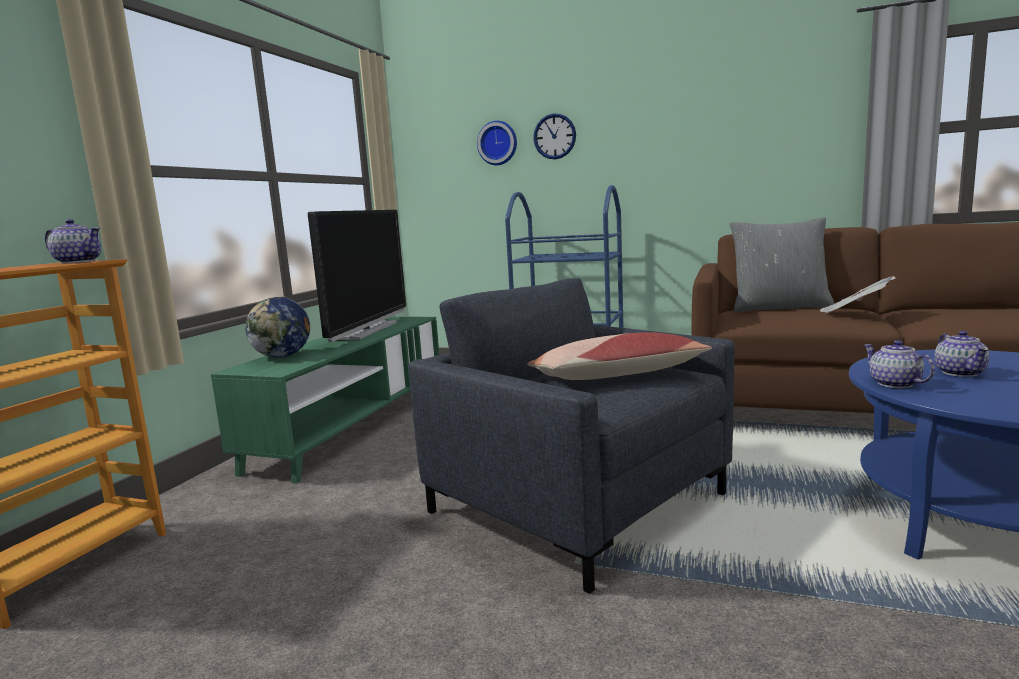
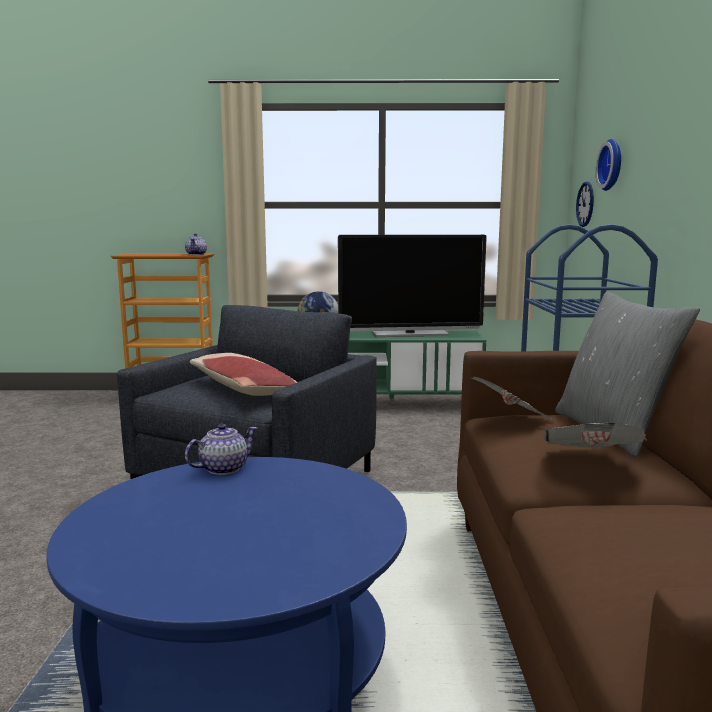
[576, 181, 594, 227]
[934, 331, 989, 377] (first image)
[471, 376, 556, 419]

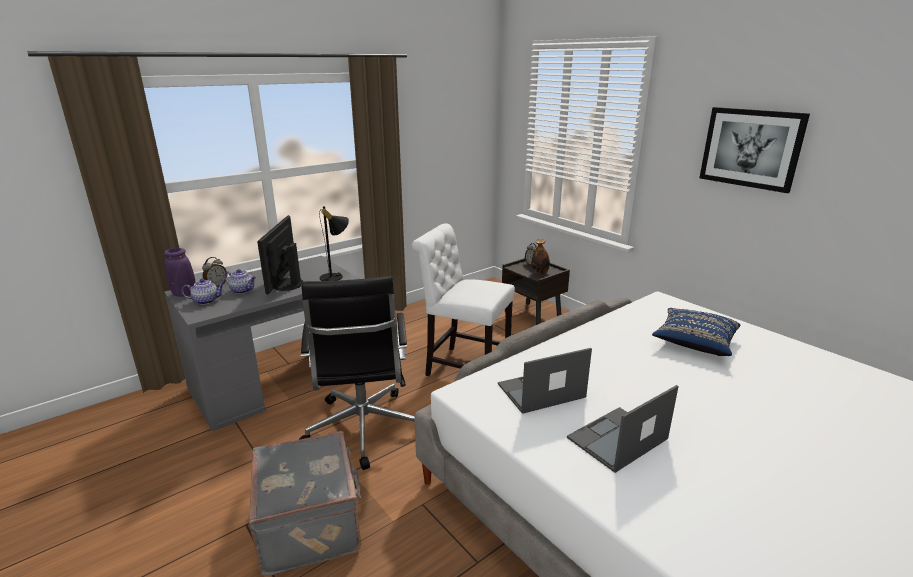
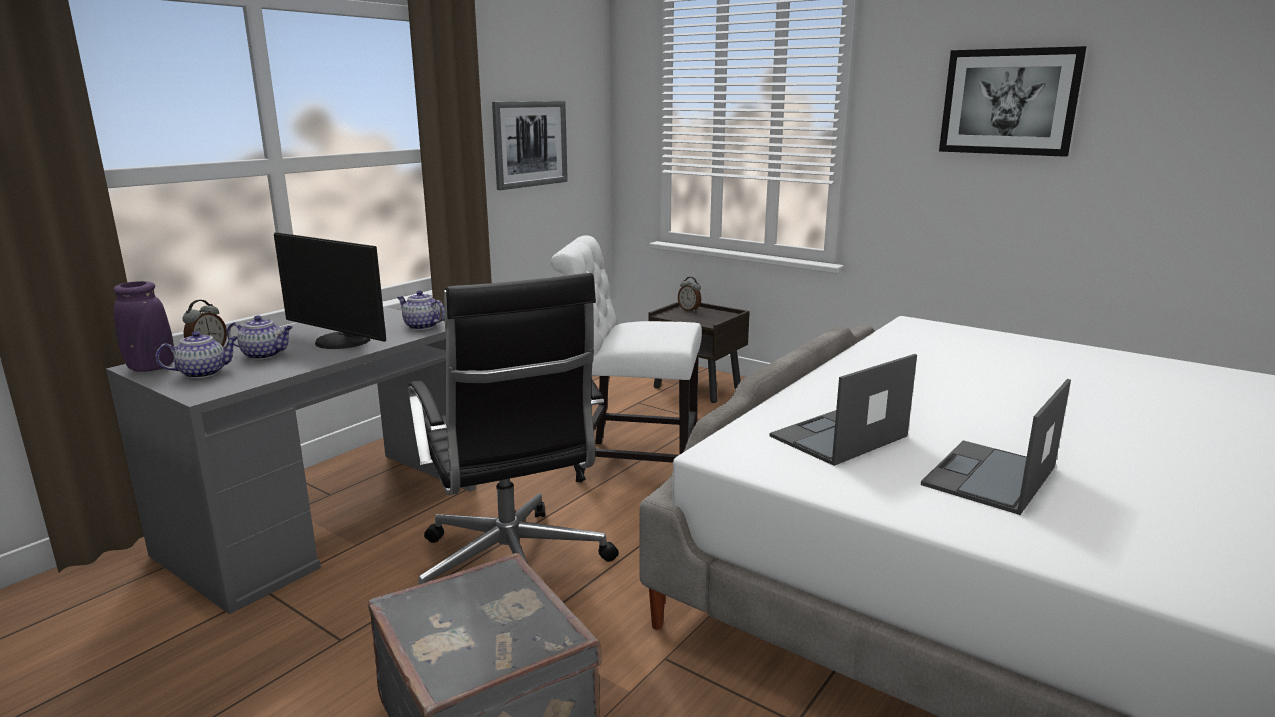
[397, 291, 445, 330]
[274, 232, 386, 349]
[532, 239, 550, 275] (first image)
[652, 308, 740, 356] (first image)
[492, 101, 568, 190]

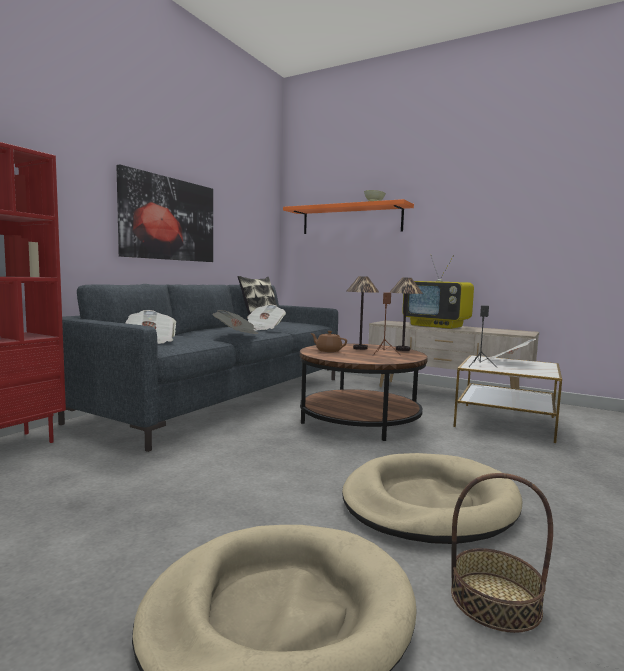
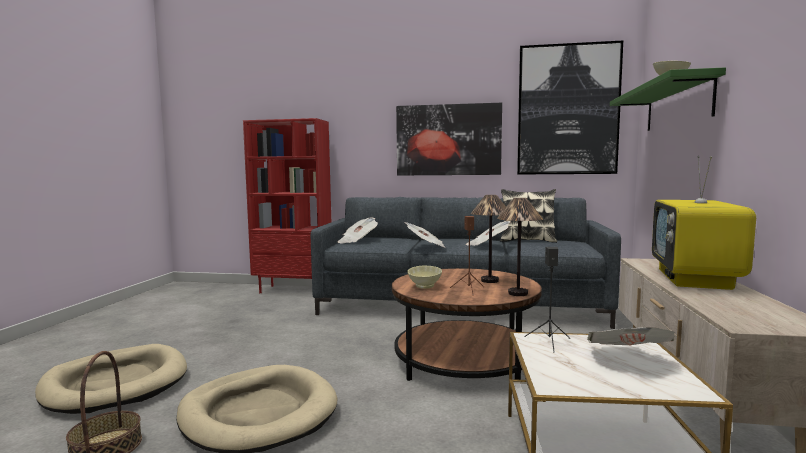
[610, 67, 726, 131]
[310, 331, 347, 352] (first image)
[517, 41, 623, 174]
[407, 266, 442, 289]

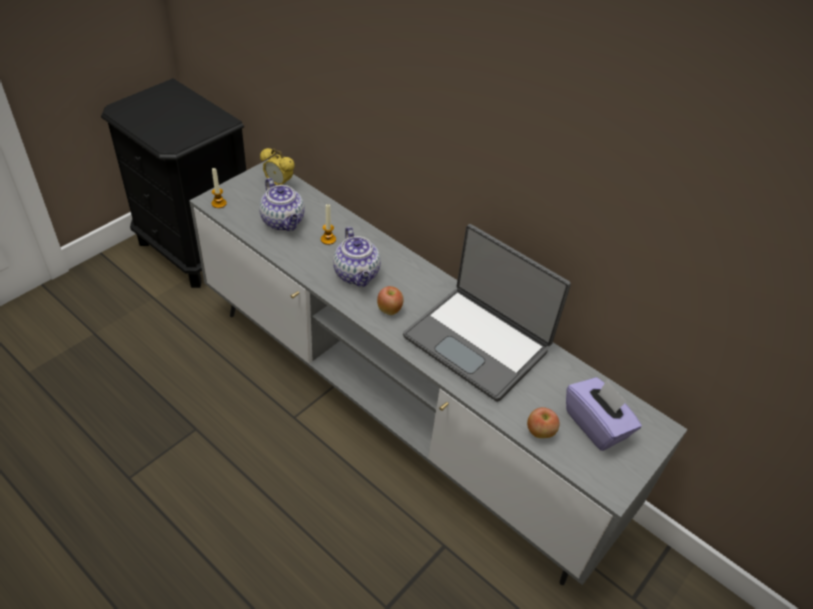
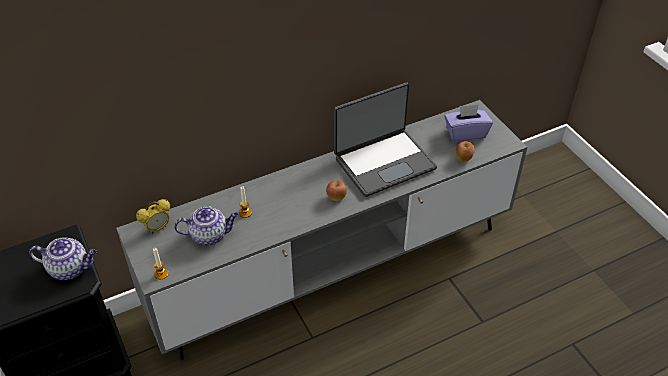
[29, 237, 97, 280]

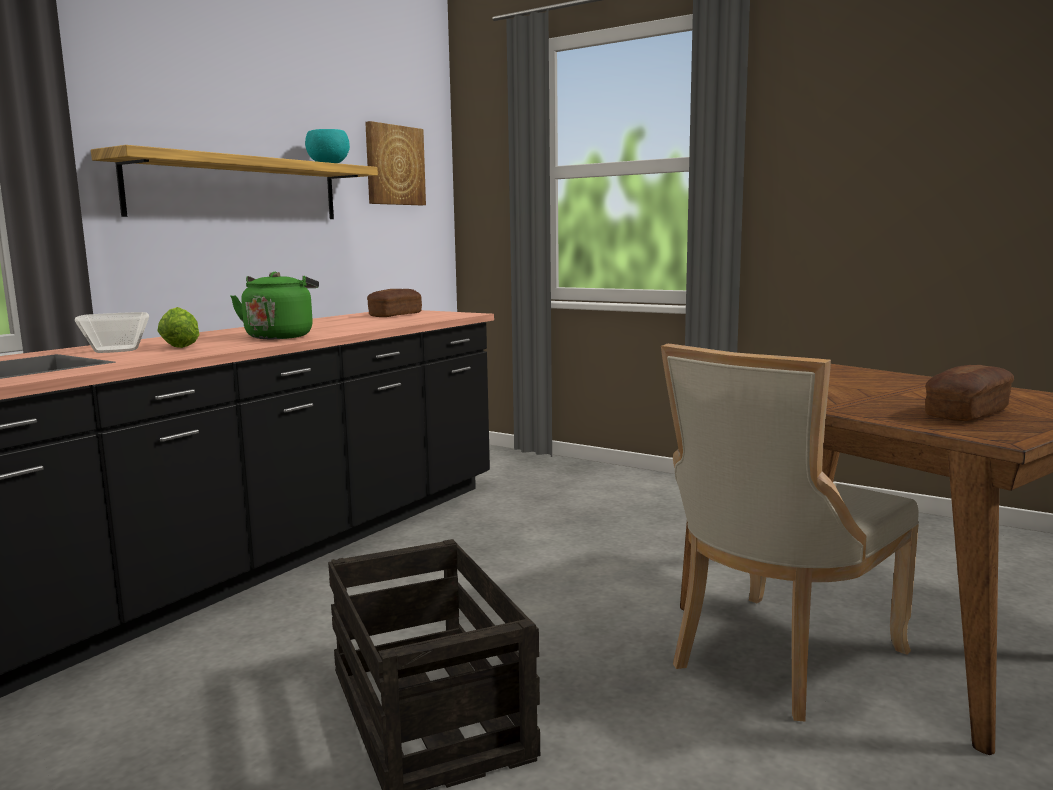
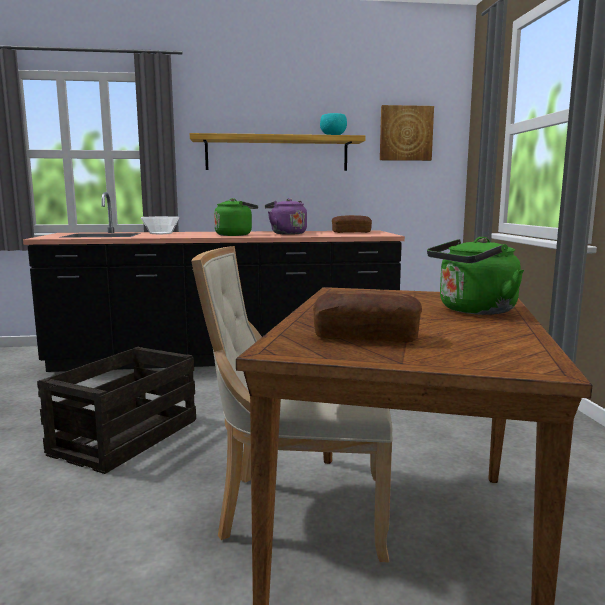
[157, 307, 200, 348] (first image)
[265, 198, 307, 235]
[427, 237, 524, 315]

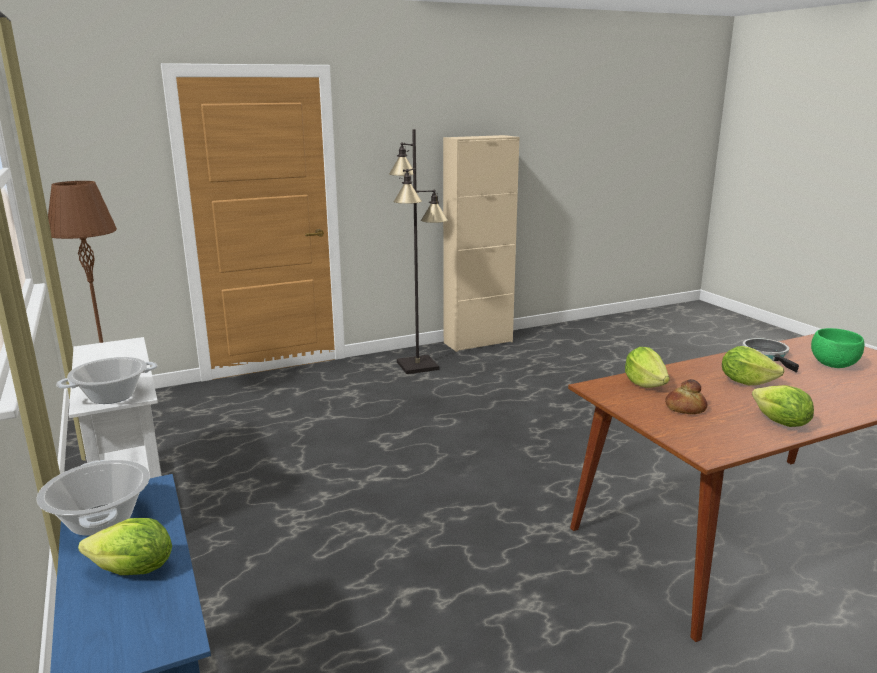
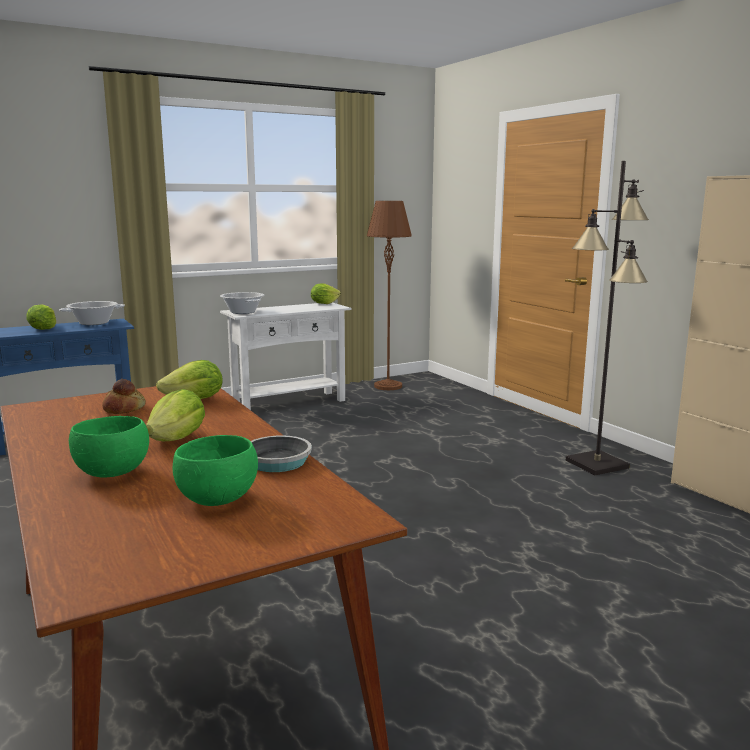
[311, 284, 341, 304]
[69, 416, 149, 478]

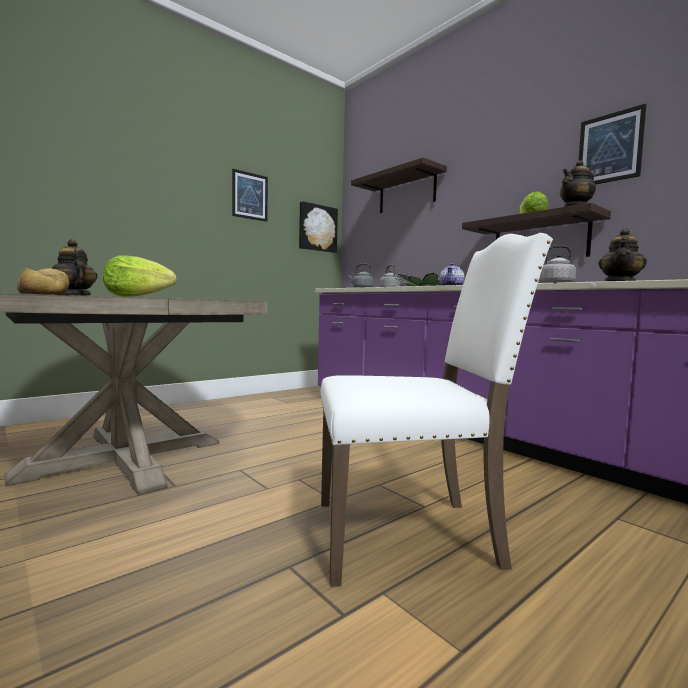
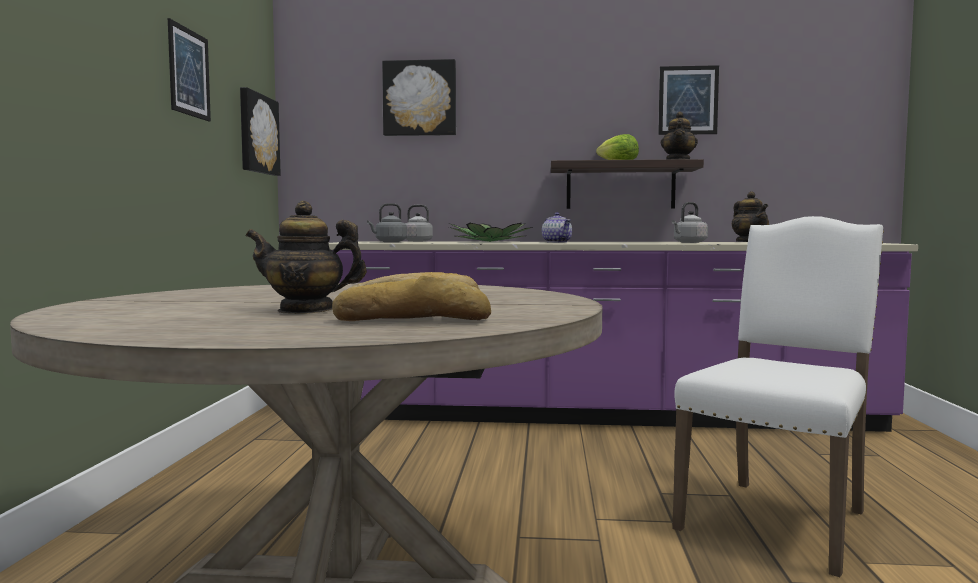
[382, 59, 456, 136]
[103, 255, 176, 297] (first image)

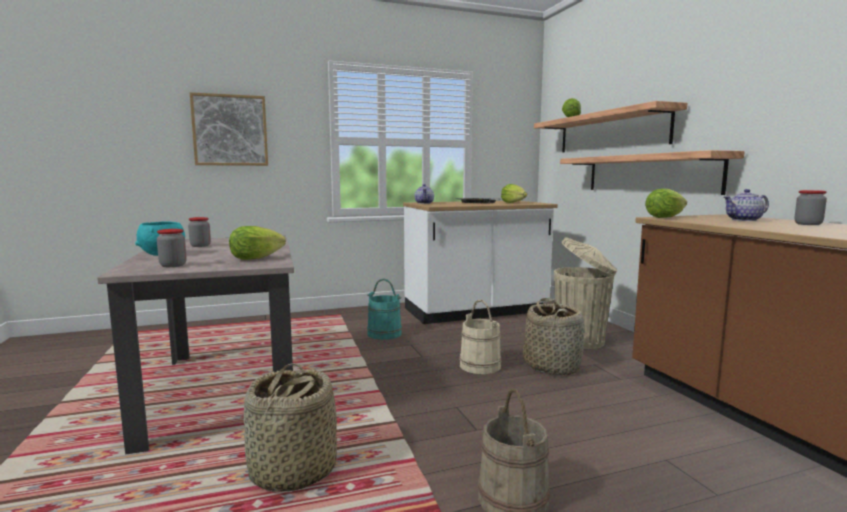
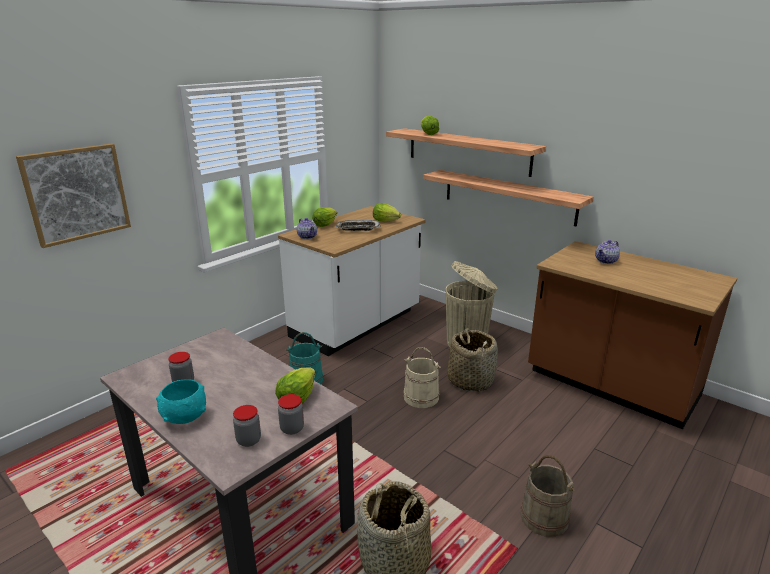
[312, 207, 337, 227]
[278, 394, 304, 435]

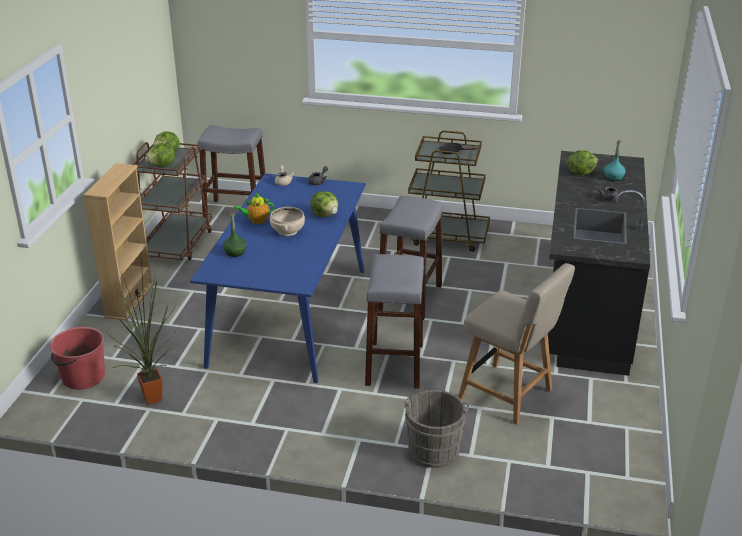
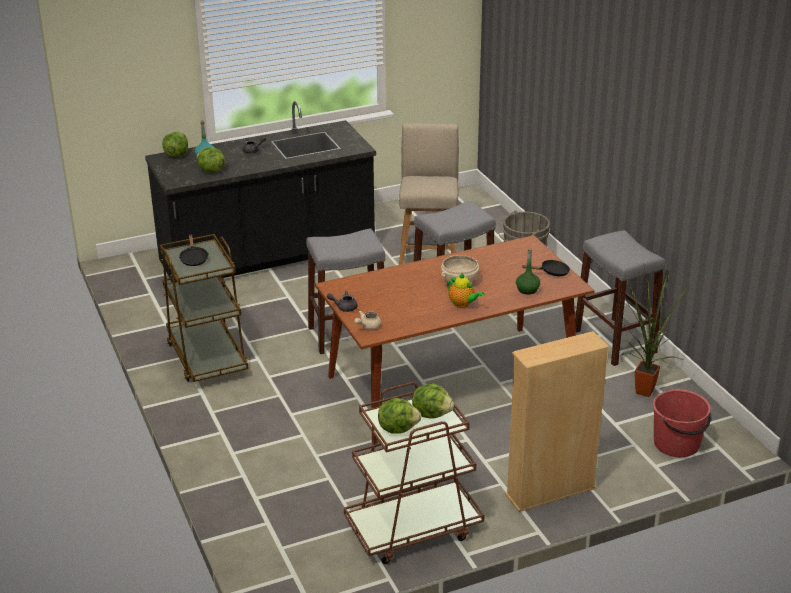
[575, 230, 665, 366]
[315, 235, 595, 444]
[162, 132, 188, 157]
[522, 260, 570, 276]

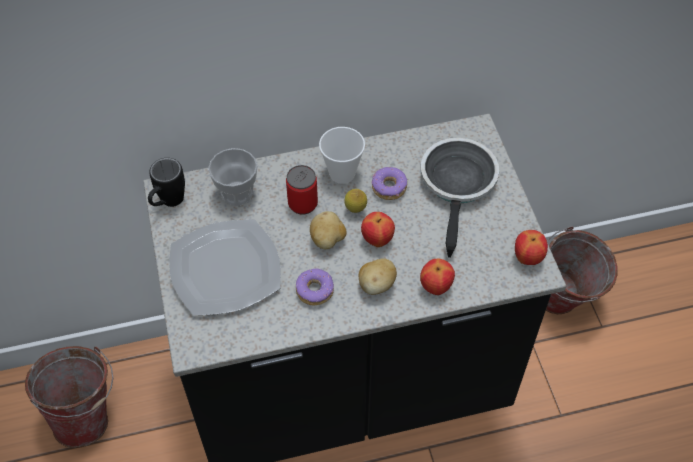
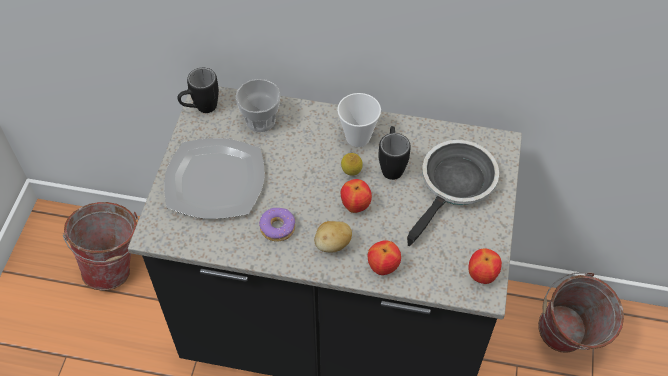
[286, 165, 318, 215] (first image)
[379, 126, 411, 180]
[310, 211, 347, 249] (first image)

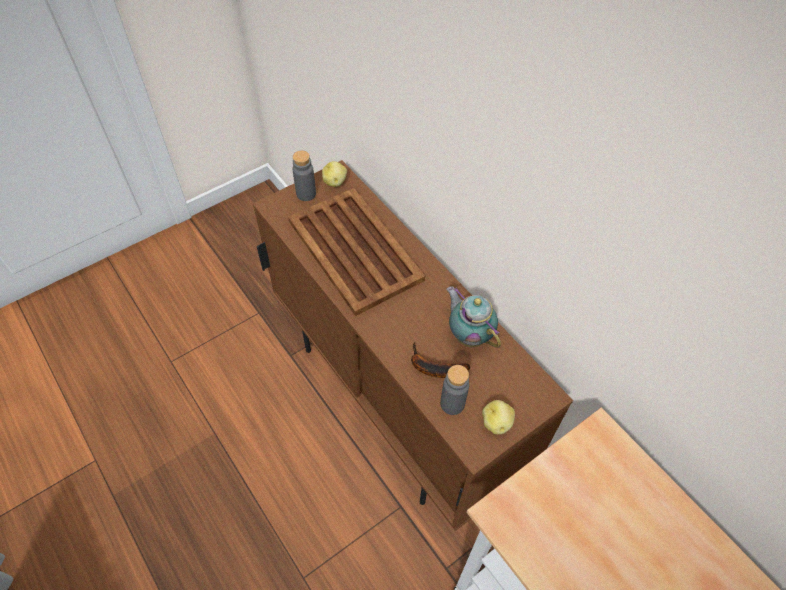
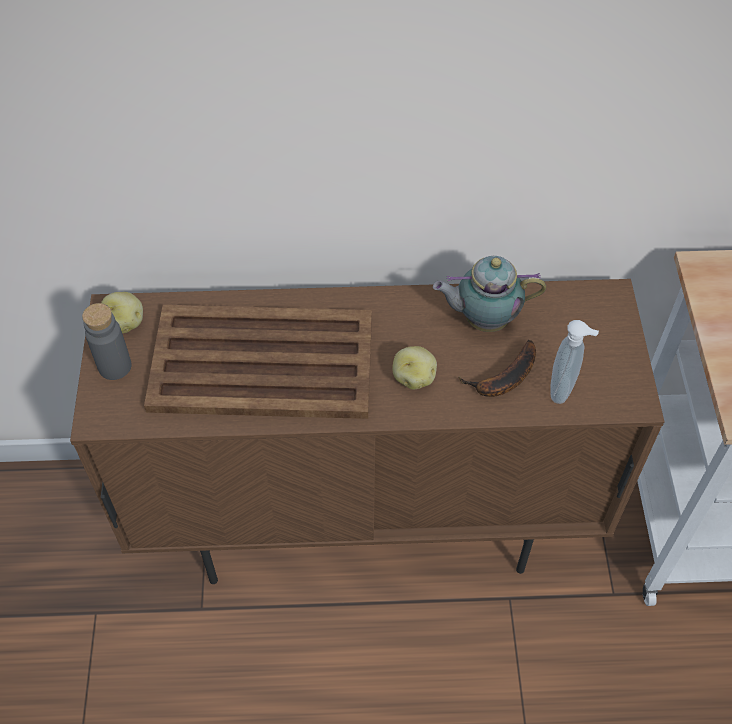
[550, 320, 599, 404]
[392, 346, 437, 389]

